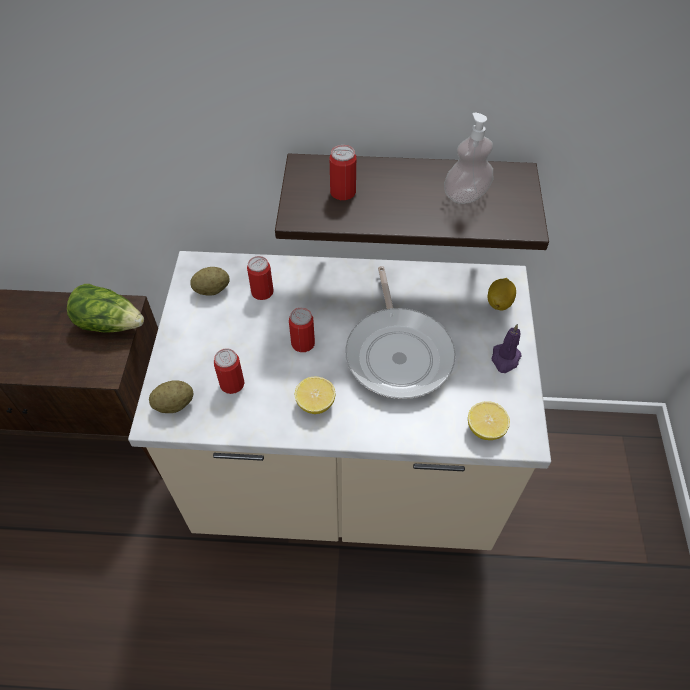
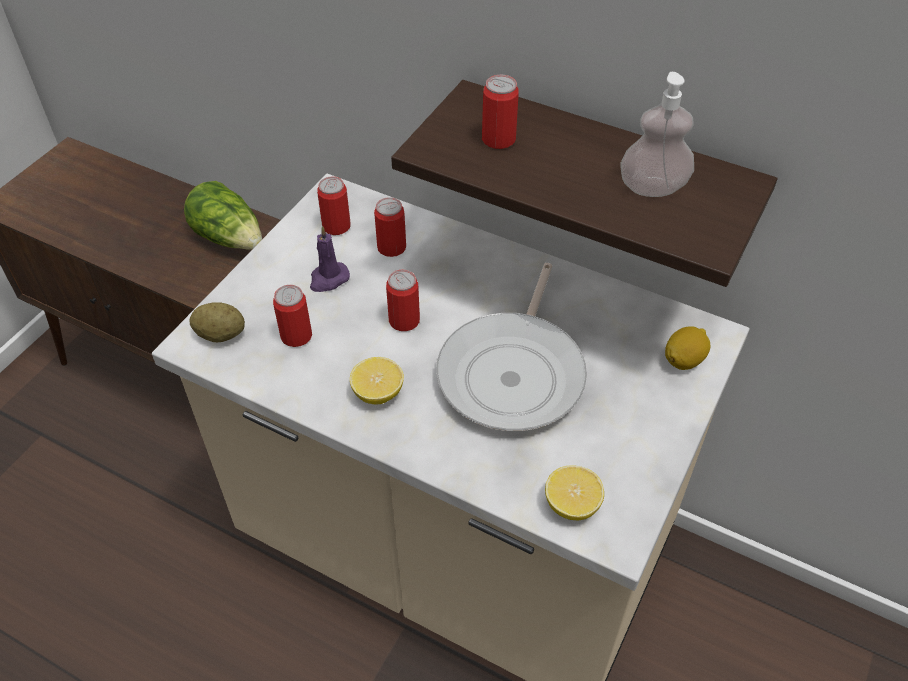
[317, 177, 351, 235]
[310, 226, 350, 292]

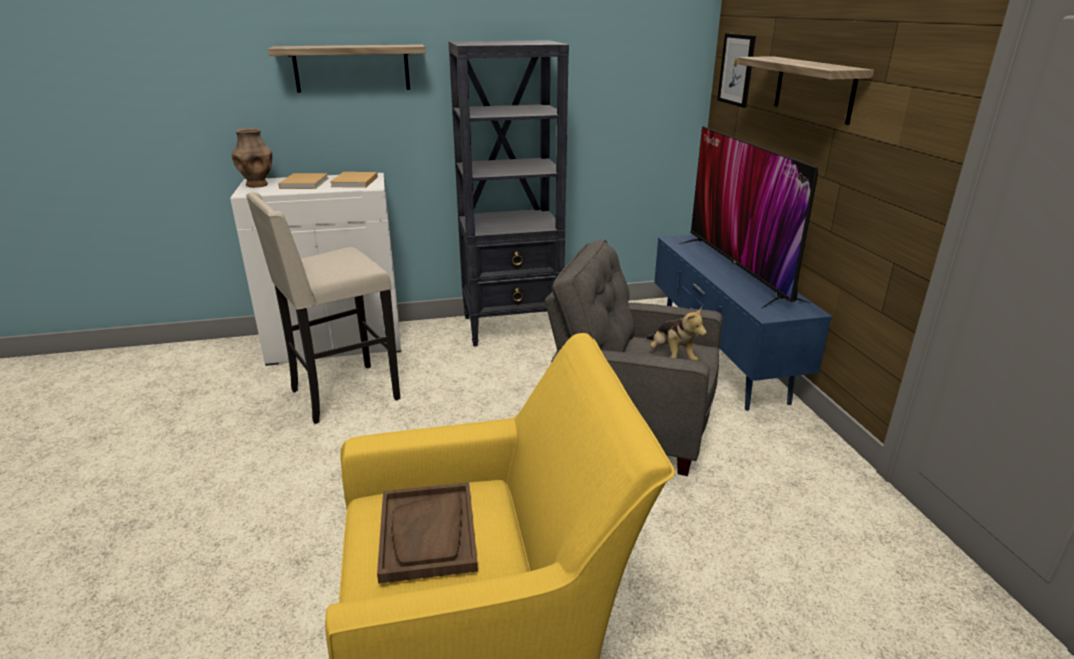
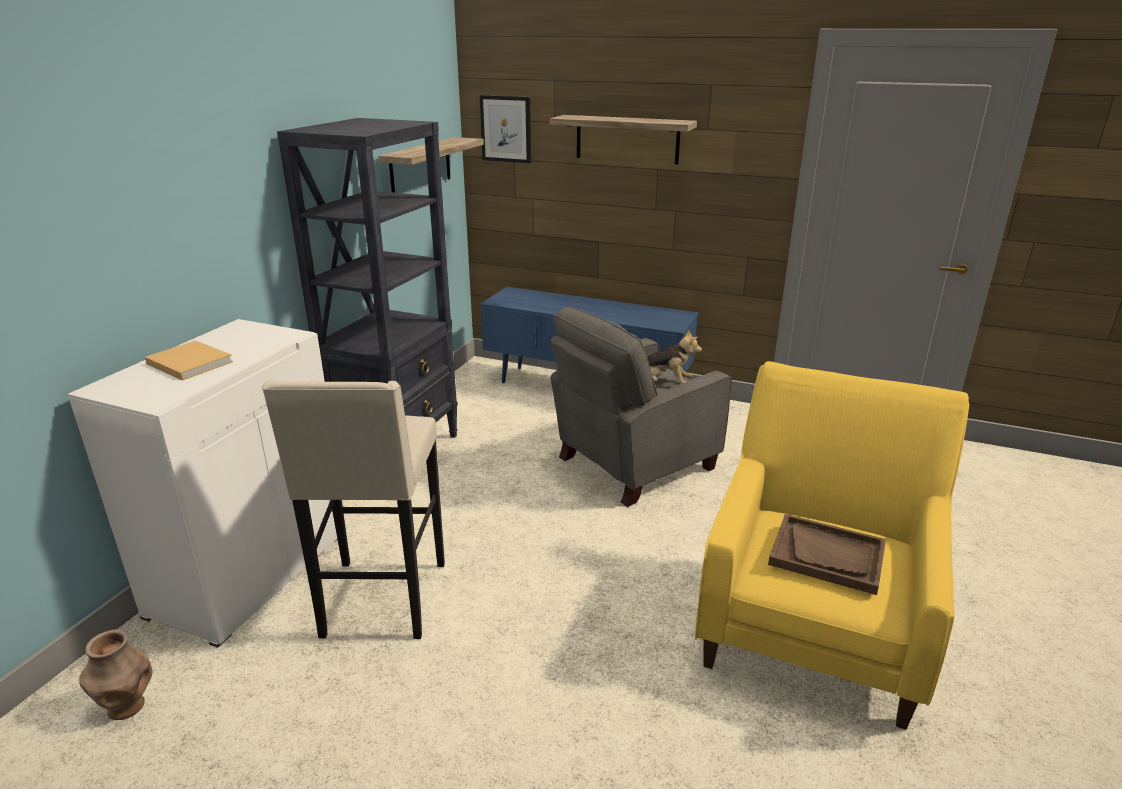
[378, 137, 484, 192]
[679, 127, 818, 308] (first image)
[79, 630, 152, 720]
[330, 172, 378, 188] (first image)

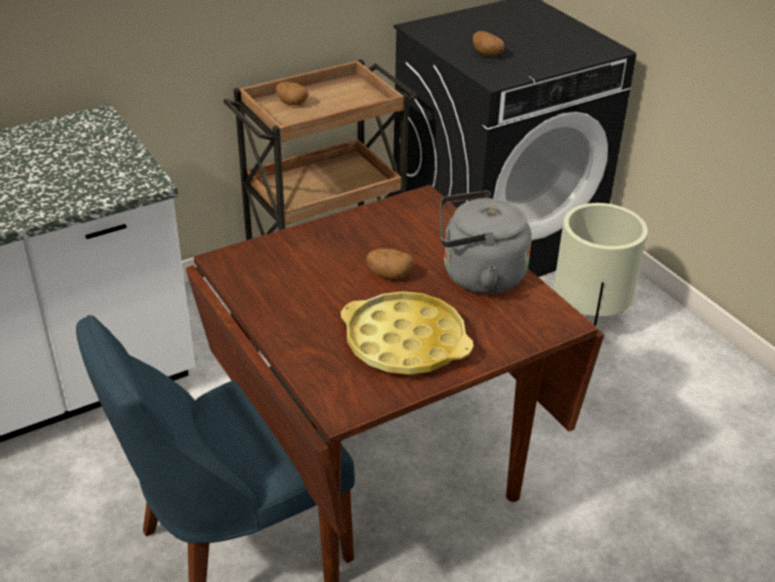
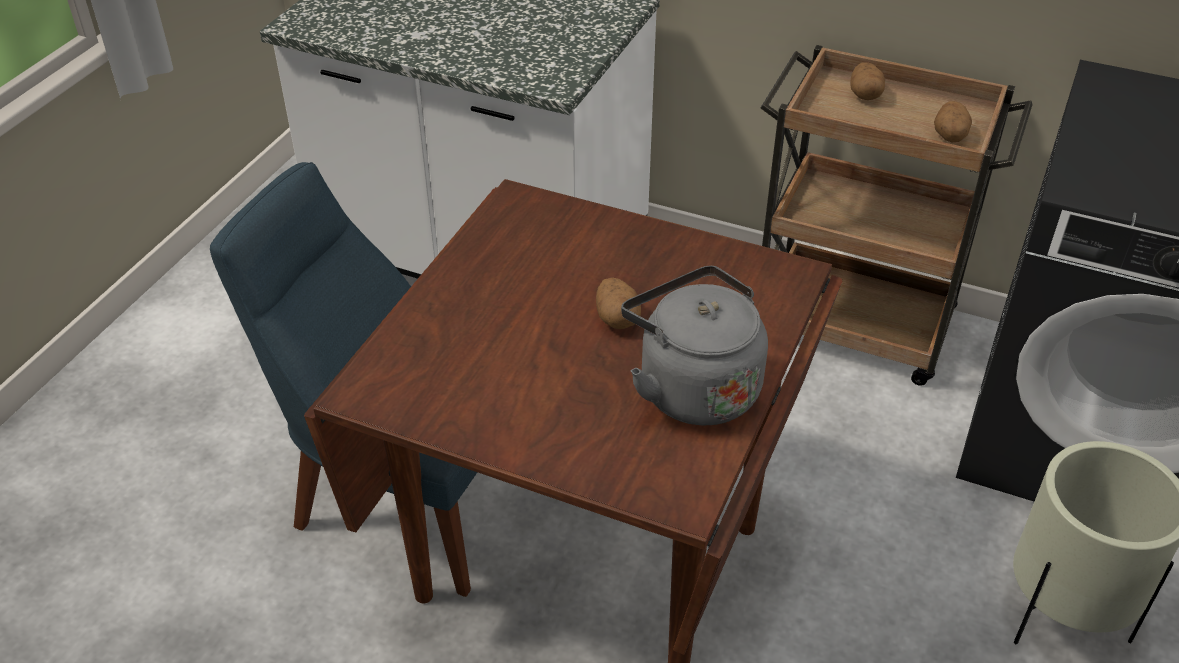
[934, 101, 972, 142]
[341, 291, 473, 375] (first image)

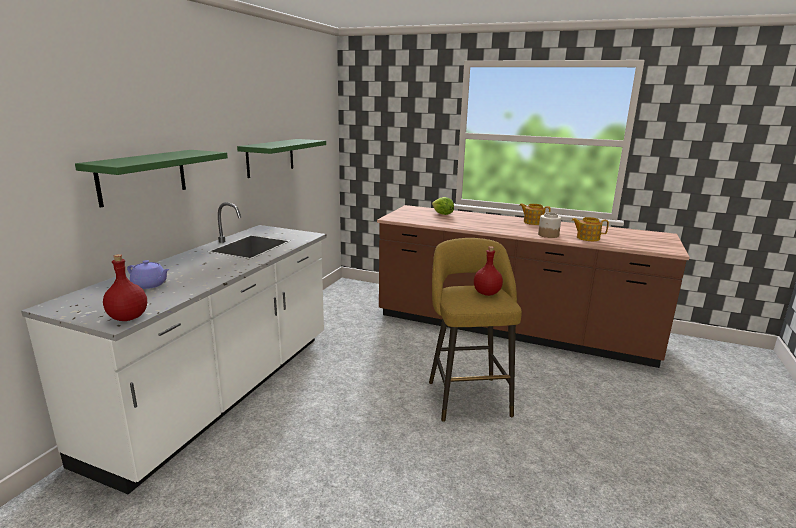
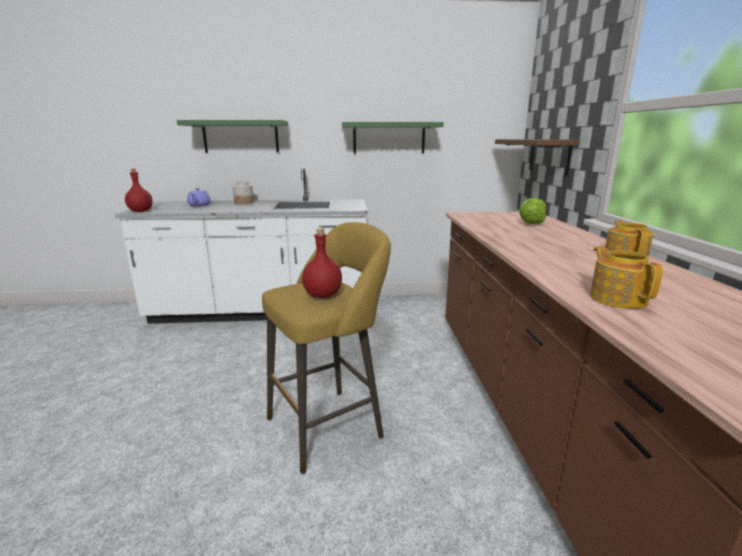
[233, 182, 254, 204]
[495, 139, 580, 176]

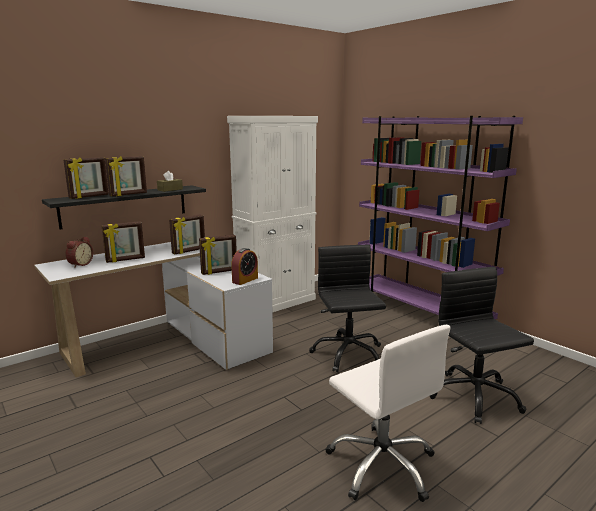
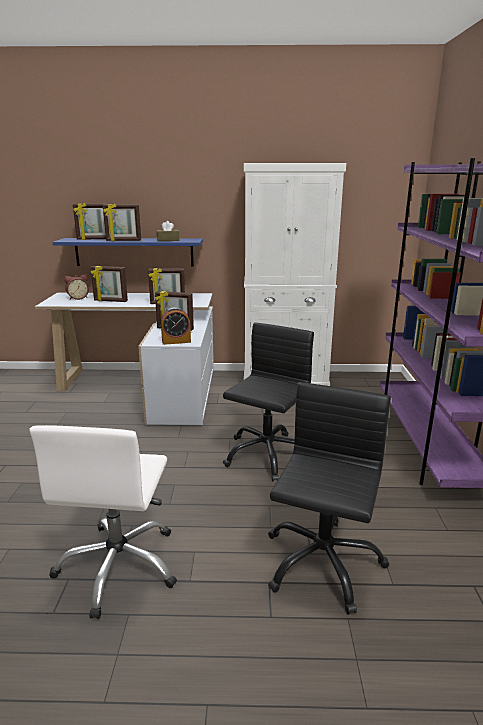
[53, 238, 203, 266]

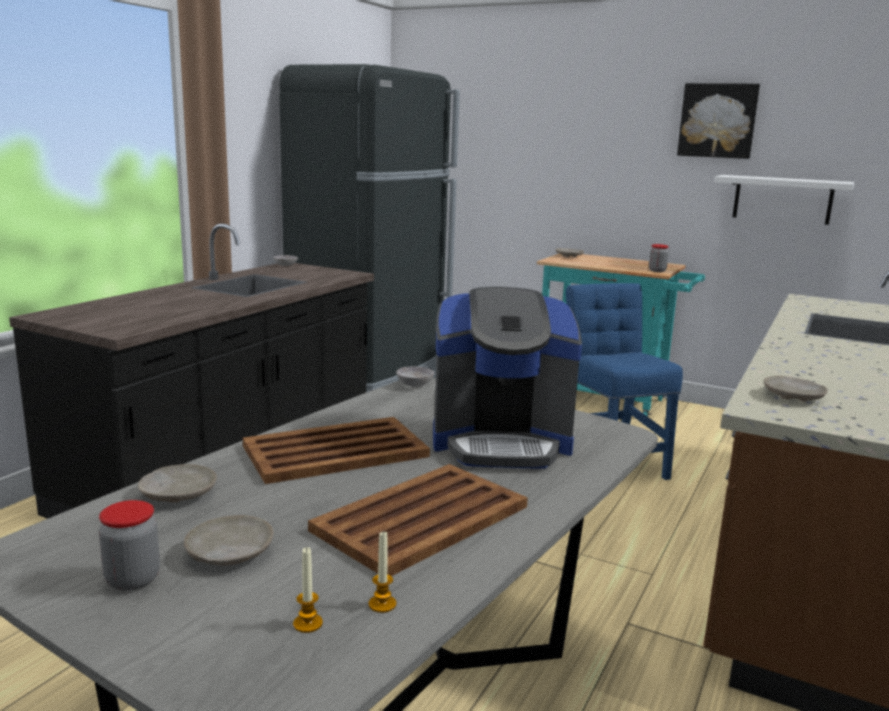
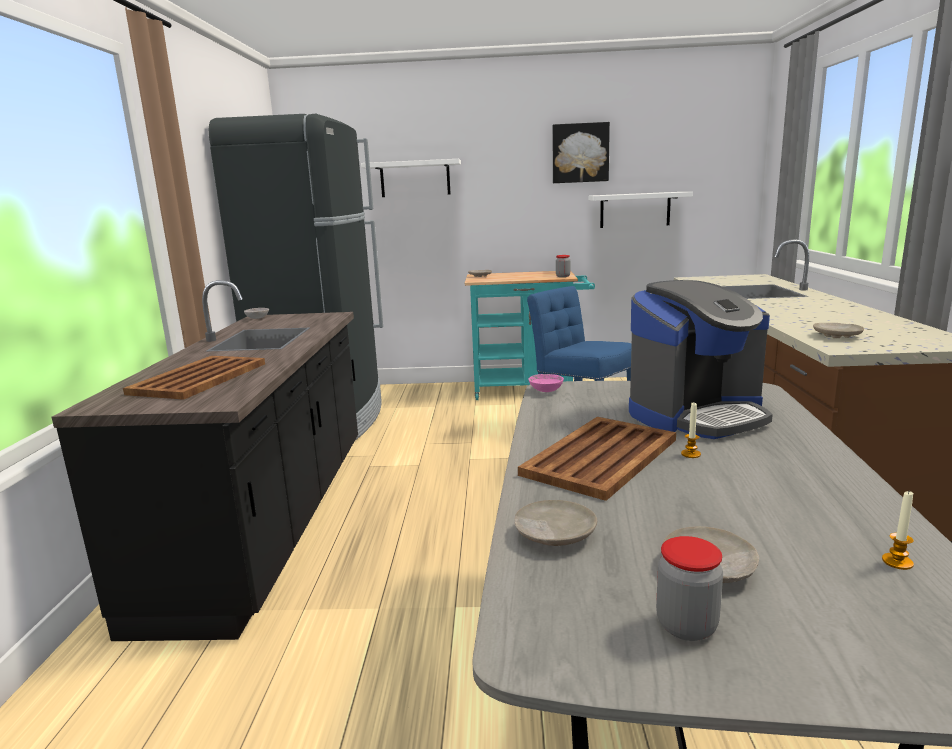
[528, 374, 564, 392]
[123, 356, 265, 400]
[681, 403, 701, 458]
[361, 159, 461, 197]

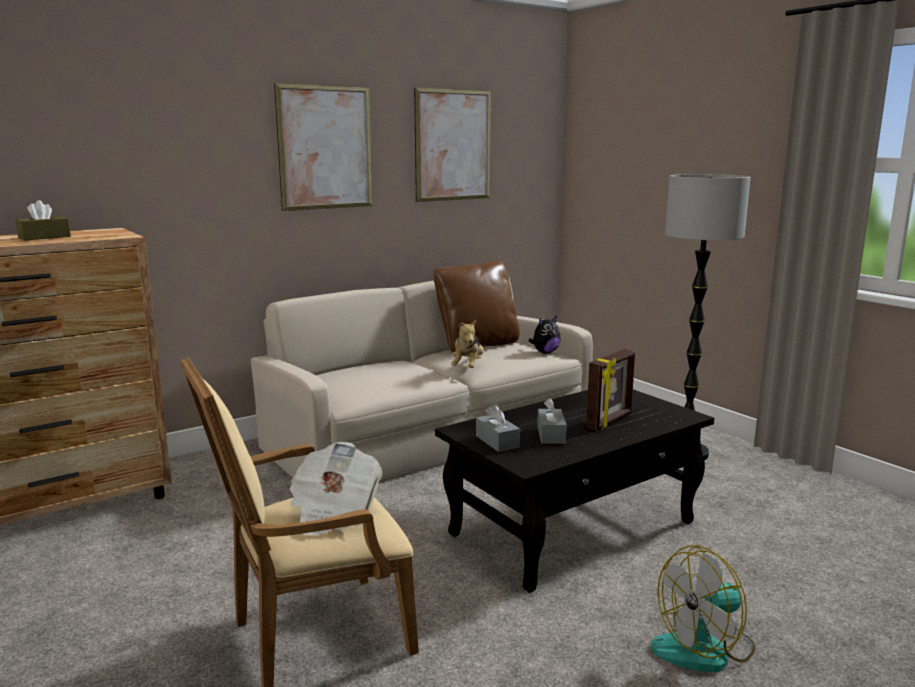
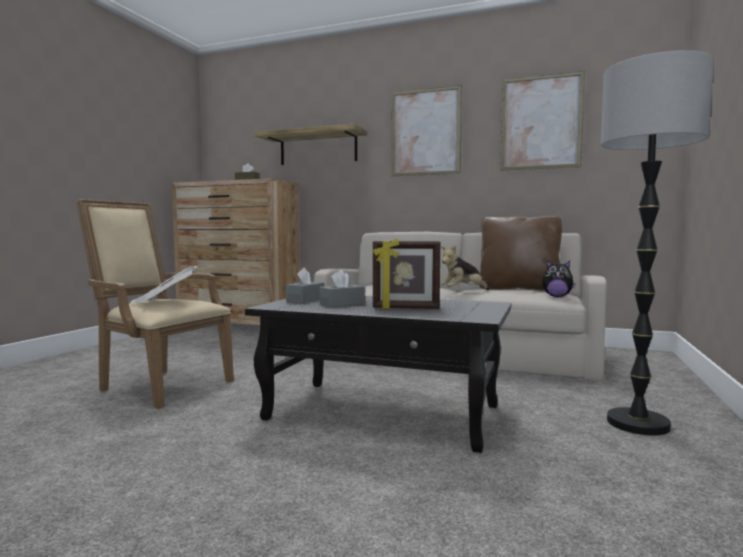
[651, 545, 756, 672] (first image)
[255, 124, 367, 165]

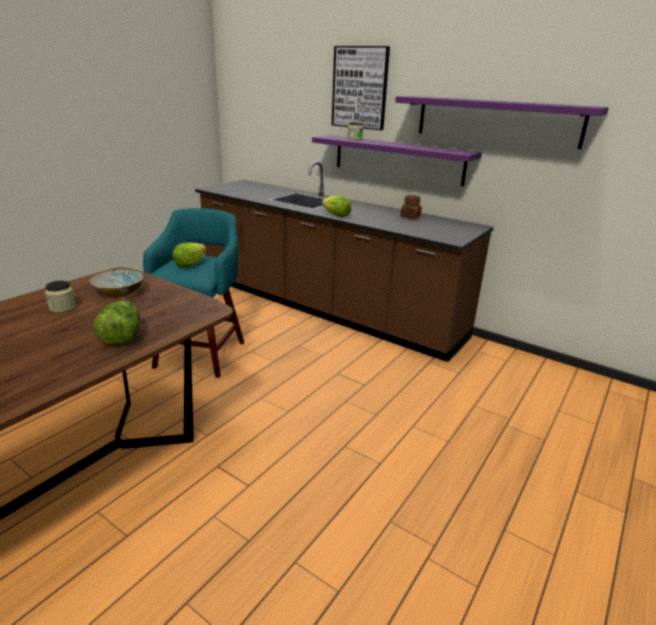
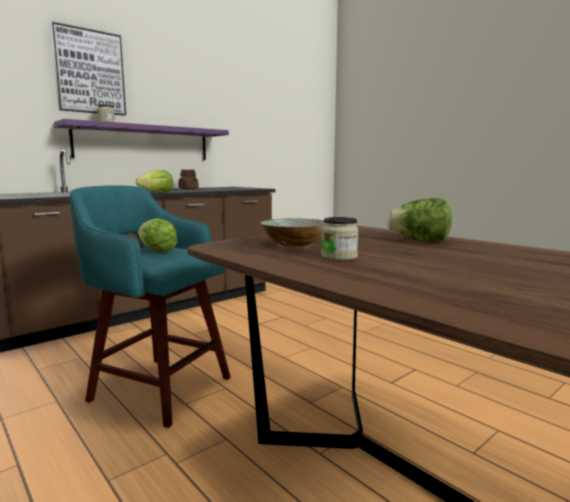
[395, 96, 609, 149] (first image)

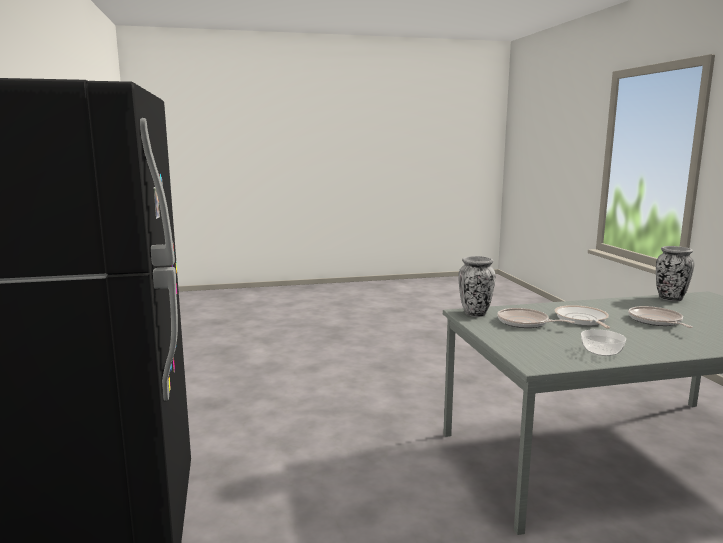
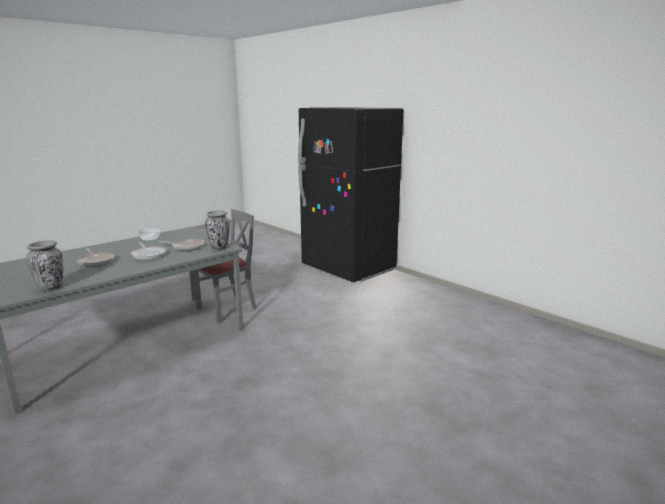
[193, 209, 256, 323]

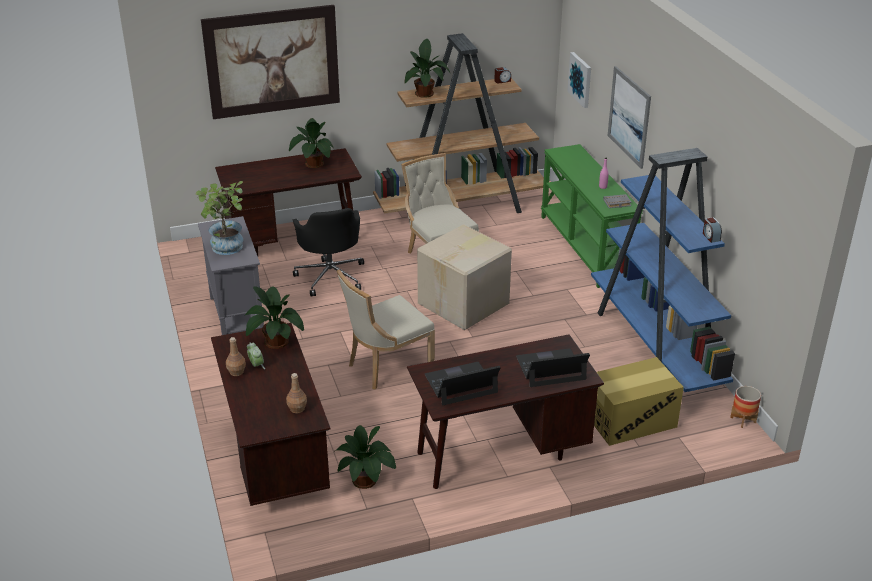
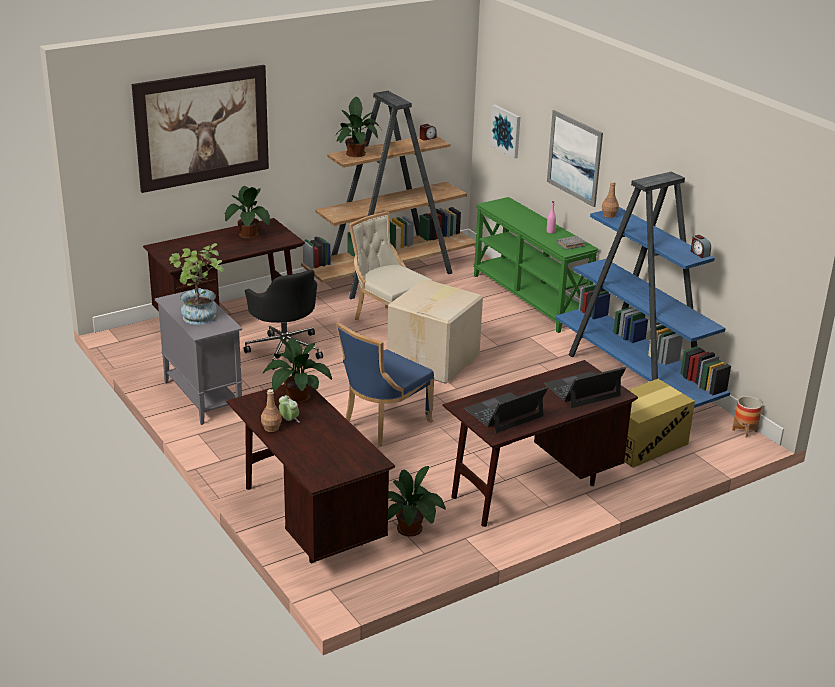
[336, 322, 434, 447]
[602, 181, 619, 218]

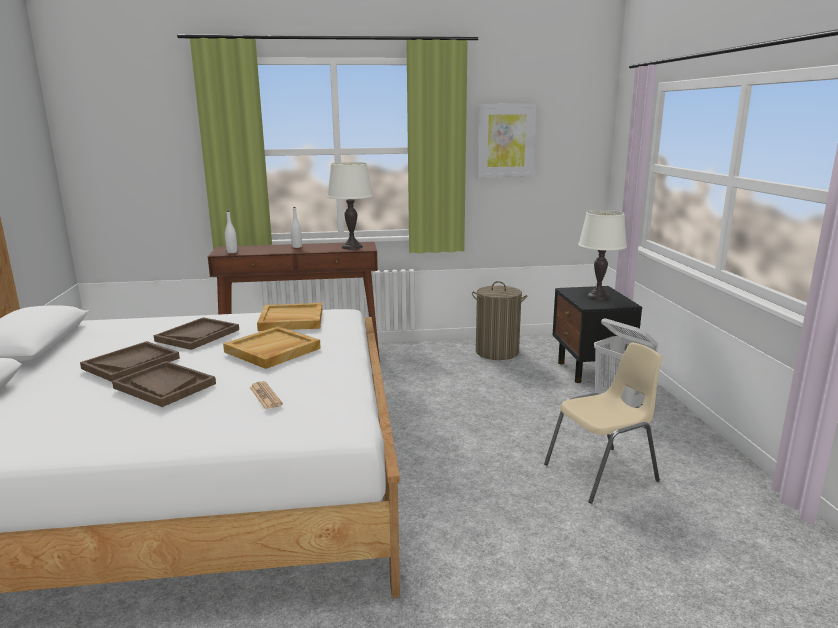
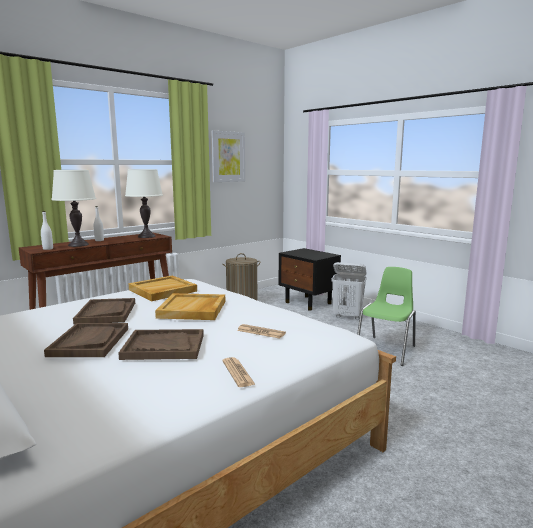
[51, 170, 96, 247]
[357, 267, 416, 366]
[222, 357, 256, 387]

